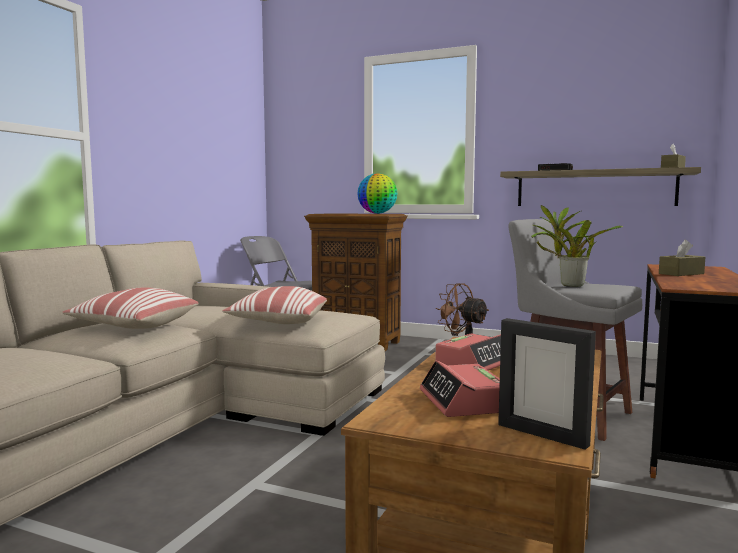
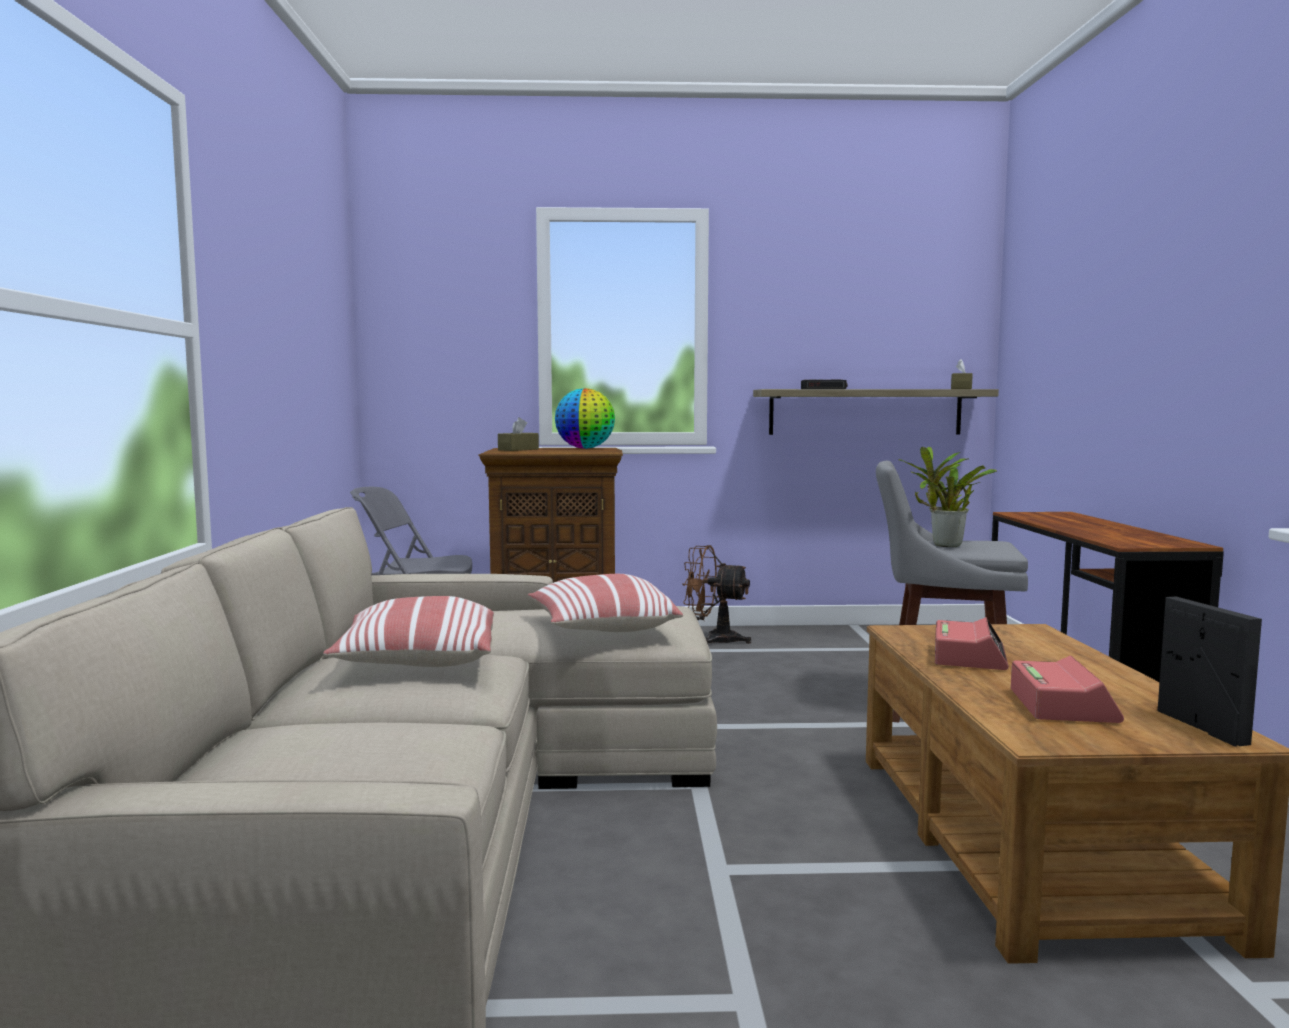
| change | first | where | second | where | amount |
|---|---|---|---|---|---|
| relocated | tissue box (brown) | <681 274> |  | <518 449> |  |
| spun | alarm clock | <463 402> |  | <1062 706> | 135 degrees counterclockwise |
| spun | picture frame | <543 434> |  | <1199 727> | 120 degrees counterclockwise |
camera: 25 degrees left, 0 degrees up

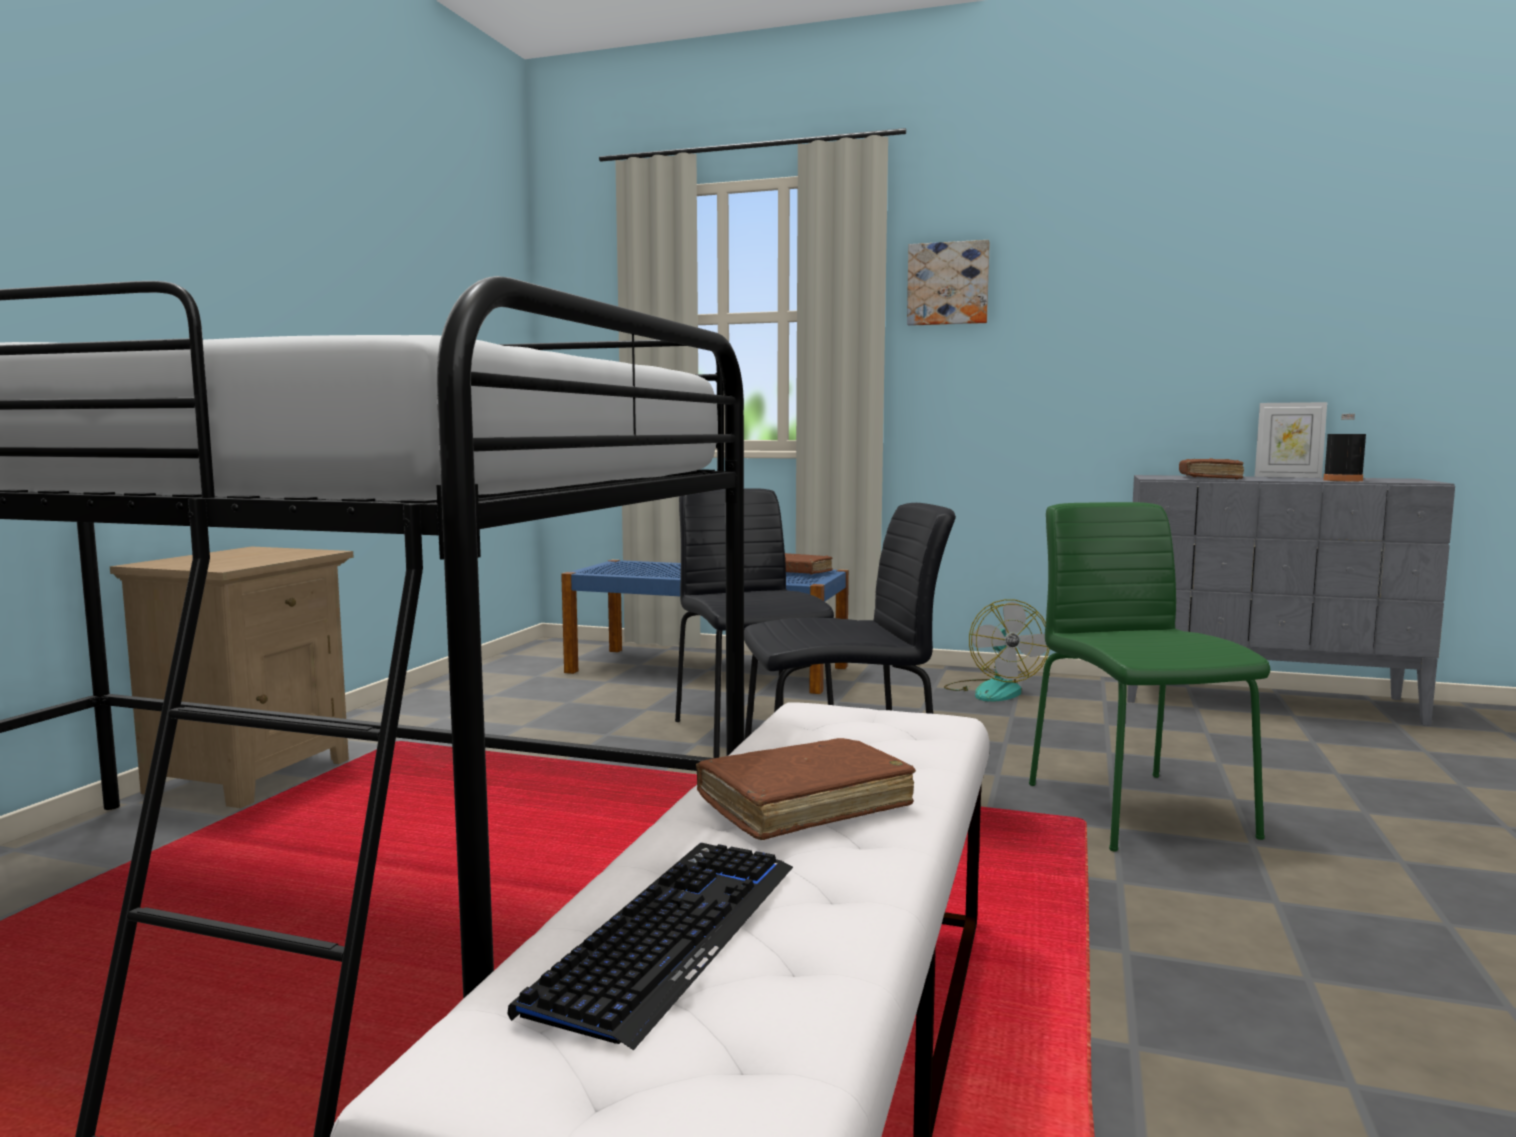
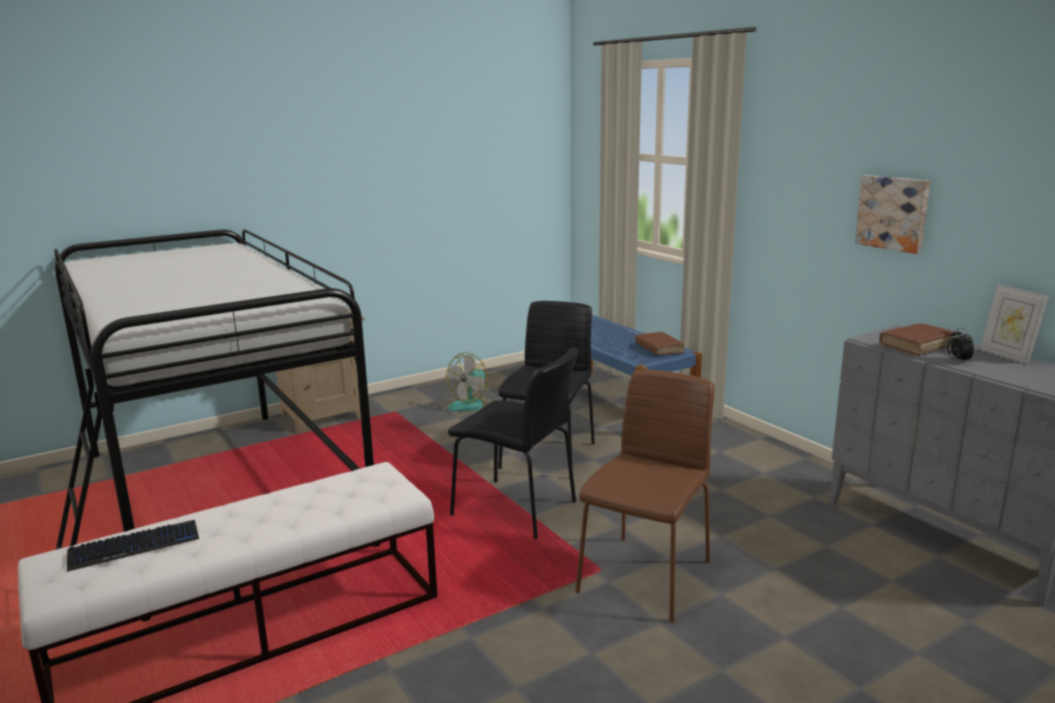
| change | first | where | second | where | amount |
|---|---|---|---|---|---|
| relocated | fan | <993 690> |  | <471 404> |  |
| colour | chair (green) | <1132 807> | chair (brown) | <647 574> |  |
| relocated | picture | <948 284> |  | <893 213> |  |
| appeared |  |  | alarm clock | <957 360> |  |
| missing | book (brown) | <804 805> |  |  |  |
| missing | bottle (black) | <1342 480> |  |  |  |
camera: 40 degrees right, 10 degrees up

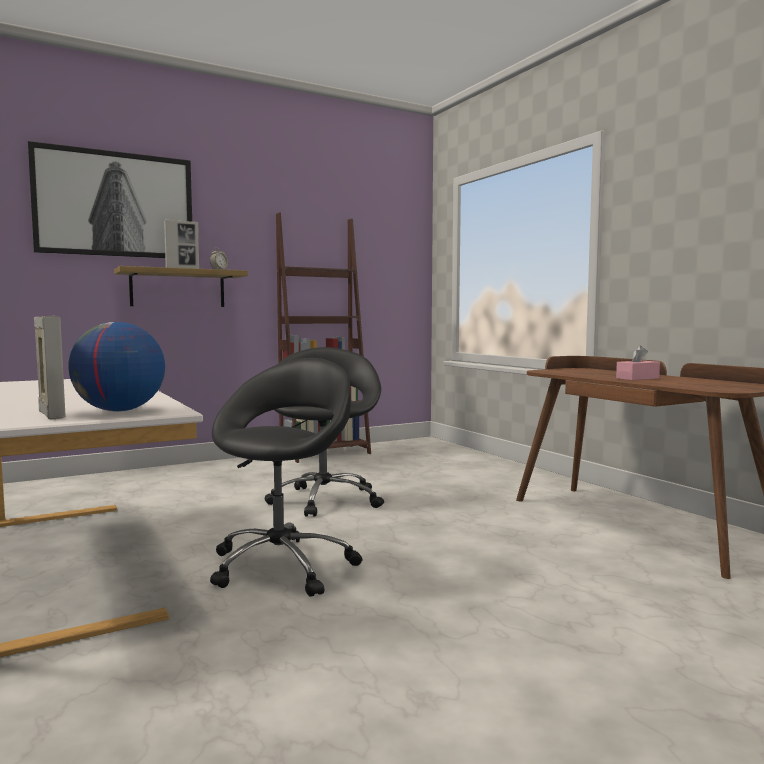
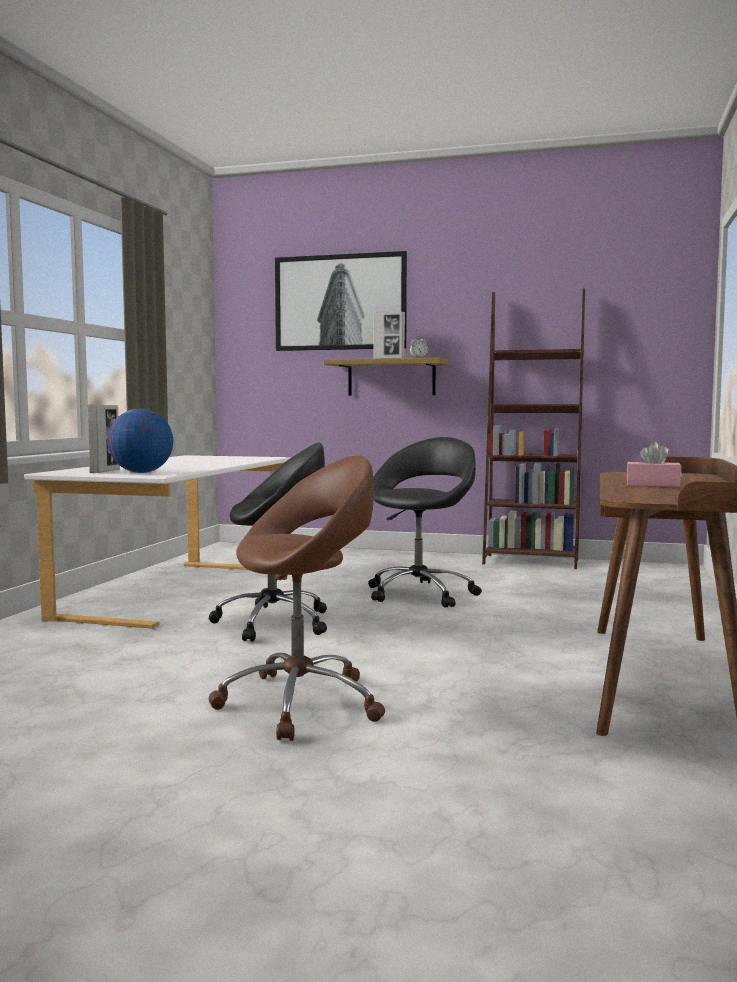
| change | first | where | second | where | amount |
|---|---|---|---|---|---|
| appeared |  |  | office chair (brown) | <303 702> |  |
camera: 45 degrees right, 0 degrees up

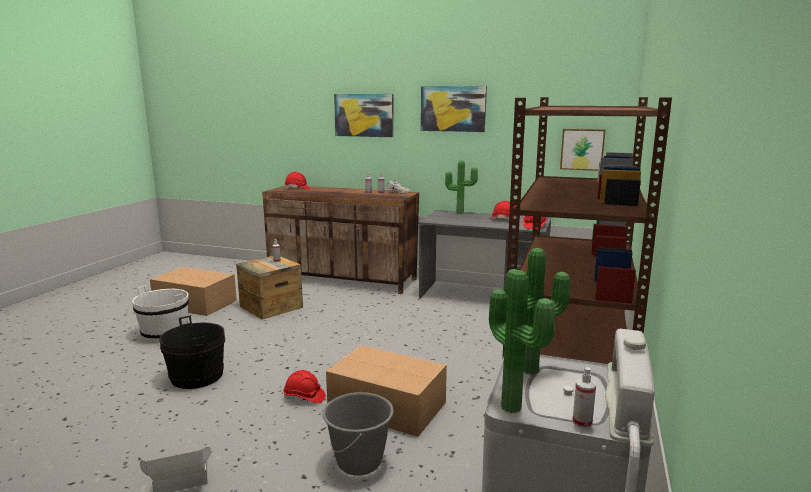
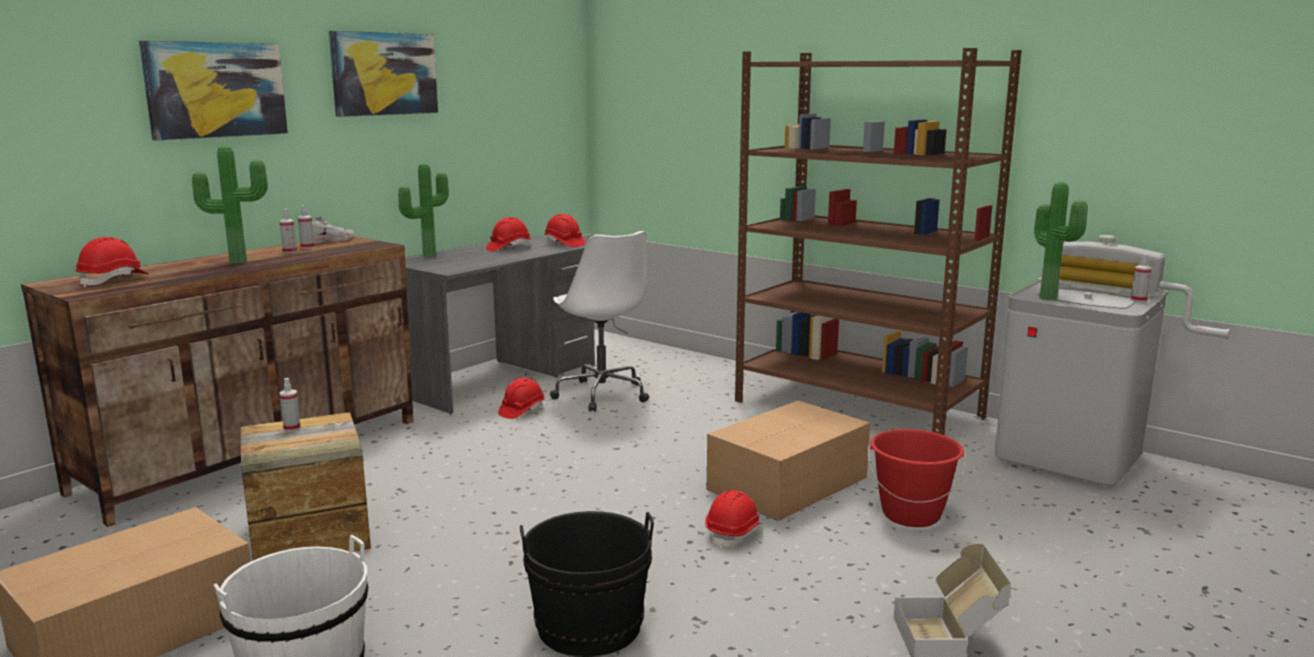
| change | first | where | second | where | amount |
|---|---|---|---|---|---|
| relocated | potted plant | <514 406> |  | <239 261> |  |
| appeared |  |  | hard hat (red) | <521 411> |  |
| appeared |  |  | office chair (white) | <603 396> |  |
| colour | bucket (grey) | <359 462> | bucket (red) | <911 515> |  |
| missing | picture | <582 149> |  |  |  |
camera: 70 degrees left, 0 degrees up

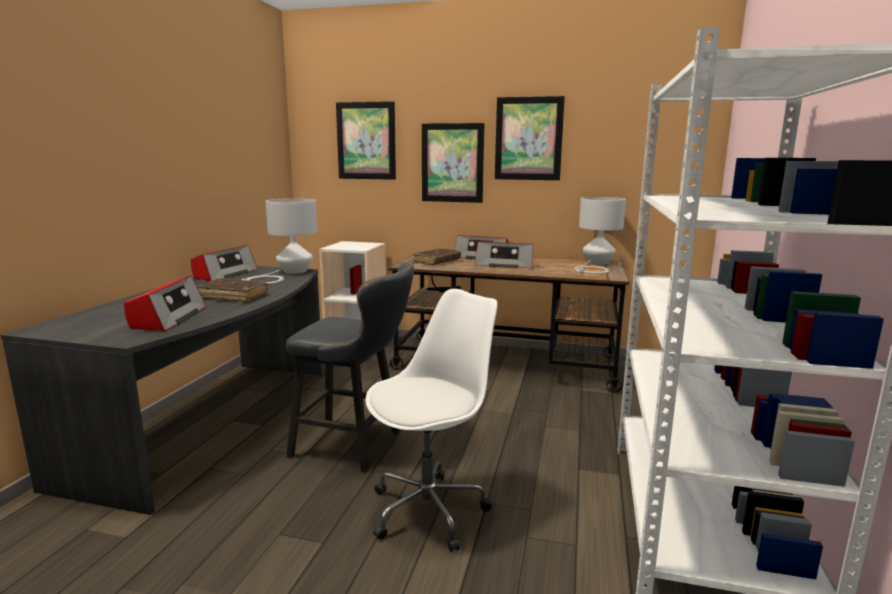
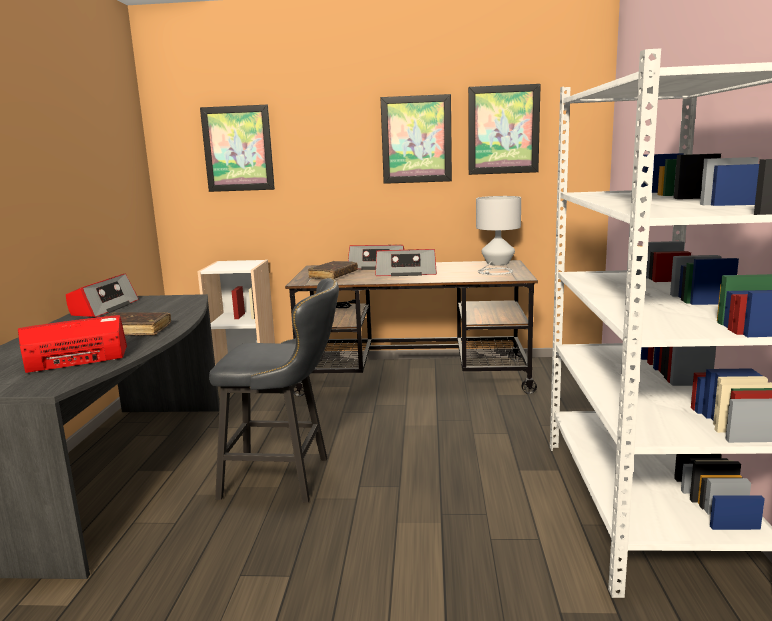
| change | first | where | second | where | amount |
|---|---|---|---|---|---|
| spun | radio | <168 318> |  | <76 361> | 105 degrees counterclockwise |
| relocated | picture | <452 163> |  | <503 130> |  |
| missing | table lamp (white) | <283 274> |  |  |  |
| missing | office chair (white) | <430 510> |  |  |  |
camera: 10 degrees left, 0 degrees up

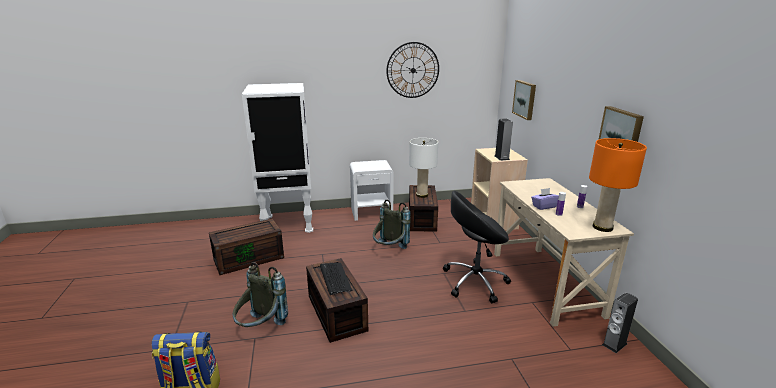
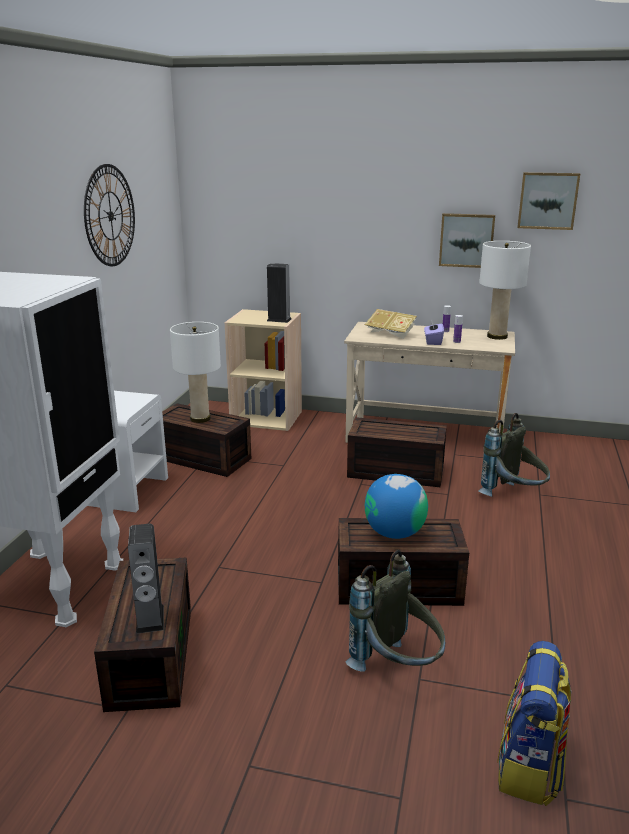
| change | first | where | second | where | amount |
|---|---|---|---|---|---|
| relocated | speaker | <614 344> |  | <150 619> |  |
| exchanged | office chair (black) | <473 282> | storage box (brown) | <394 472> |  |
| appeared |  |  | book | <390 333> |  |
| exchanged | keyboard | <335 278> | globe | <394 533> |  |
| colour | table lamp (orange) | <602 227> | table lamp (white) | <497 336> |  |
| relocated | backpack (grey) | <390 251> |  | <514 496> |  |
| relocated | picture | <525 99> |  | <547 200> |  |
camera: 65 degrees left, 0 degrees up

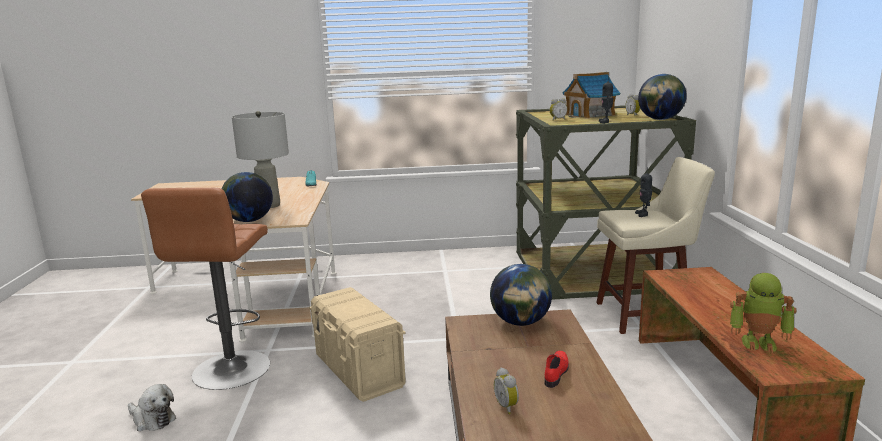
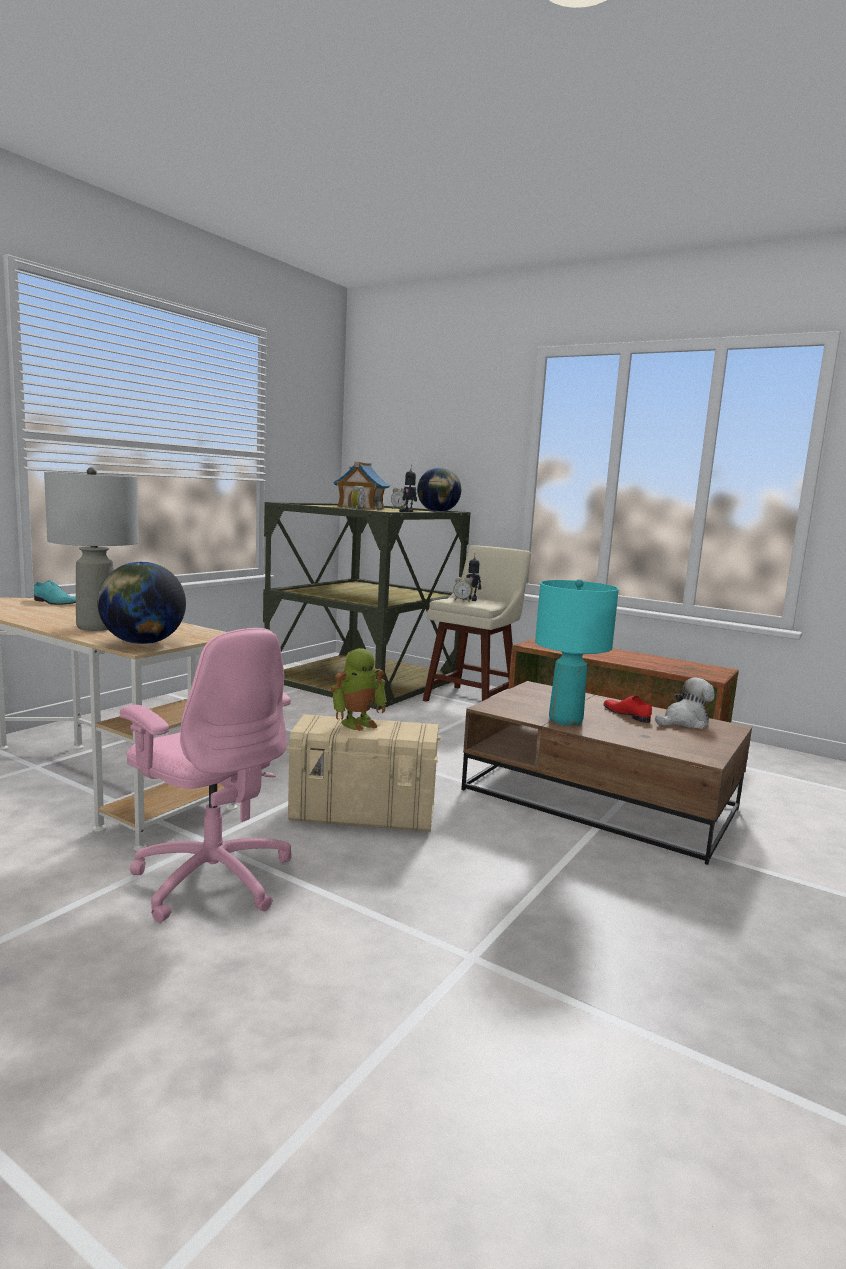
| change | first | where | second | where | amount |
|---|---|---|---|---|---|
| exchanged | stool (brown) | <230 370> | office chair (pink) | <212 878> |  |
| relocated | toy robot | <759 342> |  | <358 723> |  |
| relocated | alarm clock | <507 406> |  | <462 601> |  |
| appeared |  |  | table lamp (turquoise) | <566 721> |  |
| relocated | plush toy | <152 419> |  | <684 722> |  |
| missing | globe | <521 322> |  |  |  |
camera: 55 degrees left, 5 degrees down

